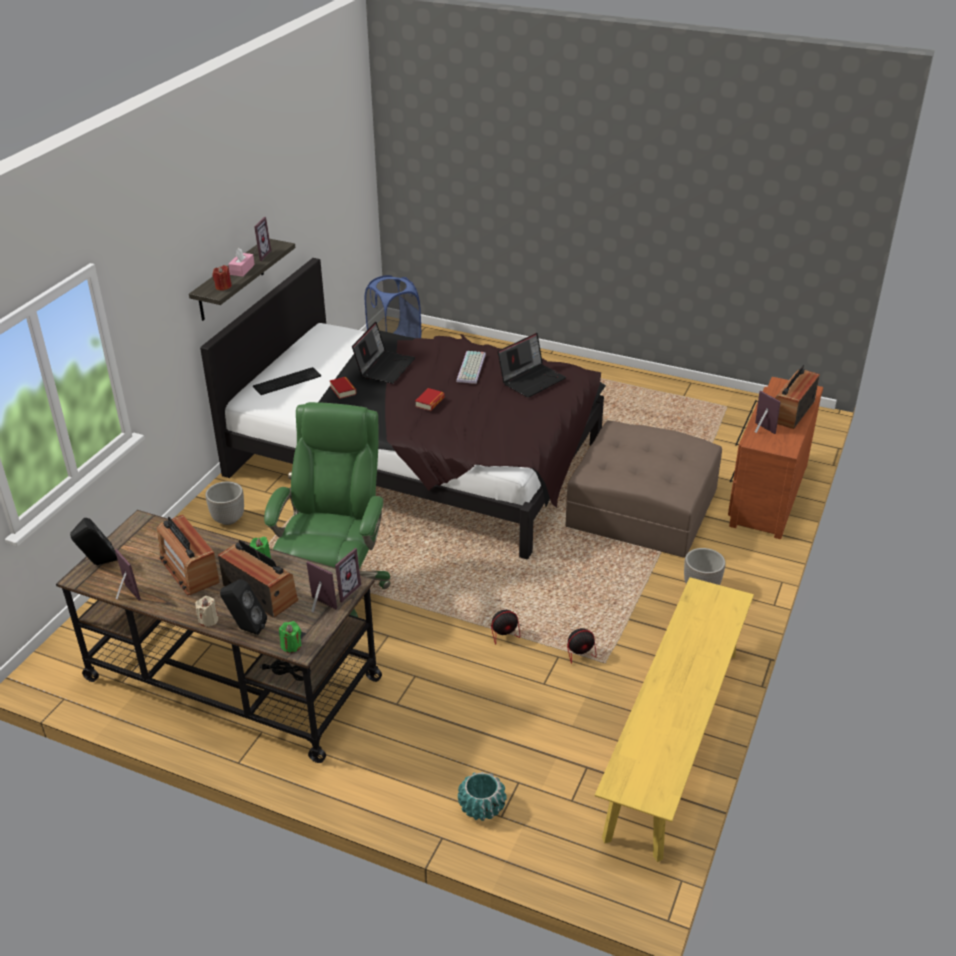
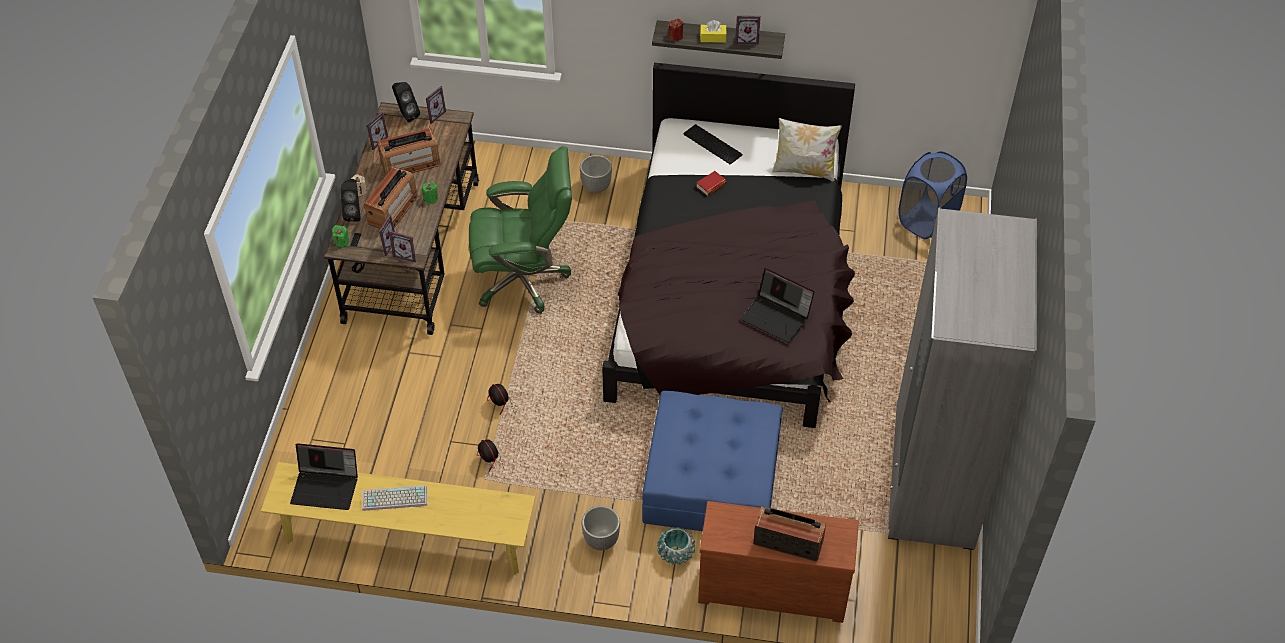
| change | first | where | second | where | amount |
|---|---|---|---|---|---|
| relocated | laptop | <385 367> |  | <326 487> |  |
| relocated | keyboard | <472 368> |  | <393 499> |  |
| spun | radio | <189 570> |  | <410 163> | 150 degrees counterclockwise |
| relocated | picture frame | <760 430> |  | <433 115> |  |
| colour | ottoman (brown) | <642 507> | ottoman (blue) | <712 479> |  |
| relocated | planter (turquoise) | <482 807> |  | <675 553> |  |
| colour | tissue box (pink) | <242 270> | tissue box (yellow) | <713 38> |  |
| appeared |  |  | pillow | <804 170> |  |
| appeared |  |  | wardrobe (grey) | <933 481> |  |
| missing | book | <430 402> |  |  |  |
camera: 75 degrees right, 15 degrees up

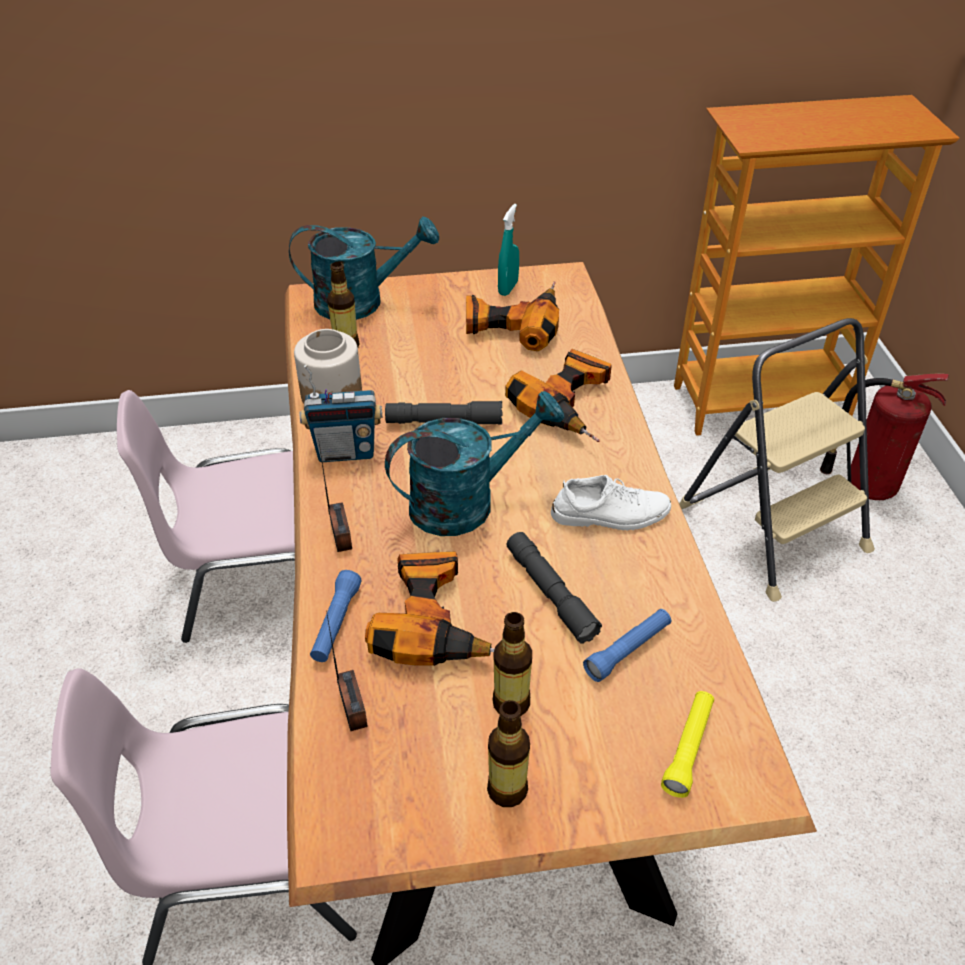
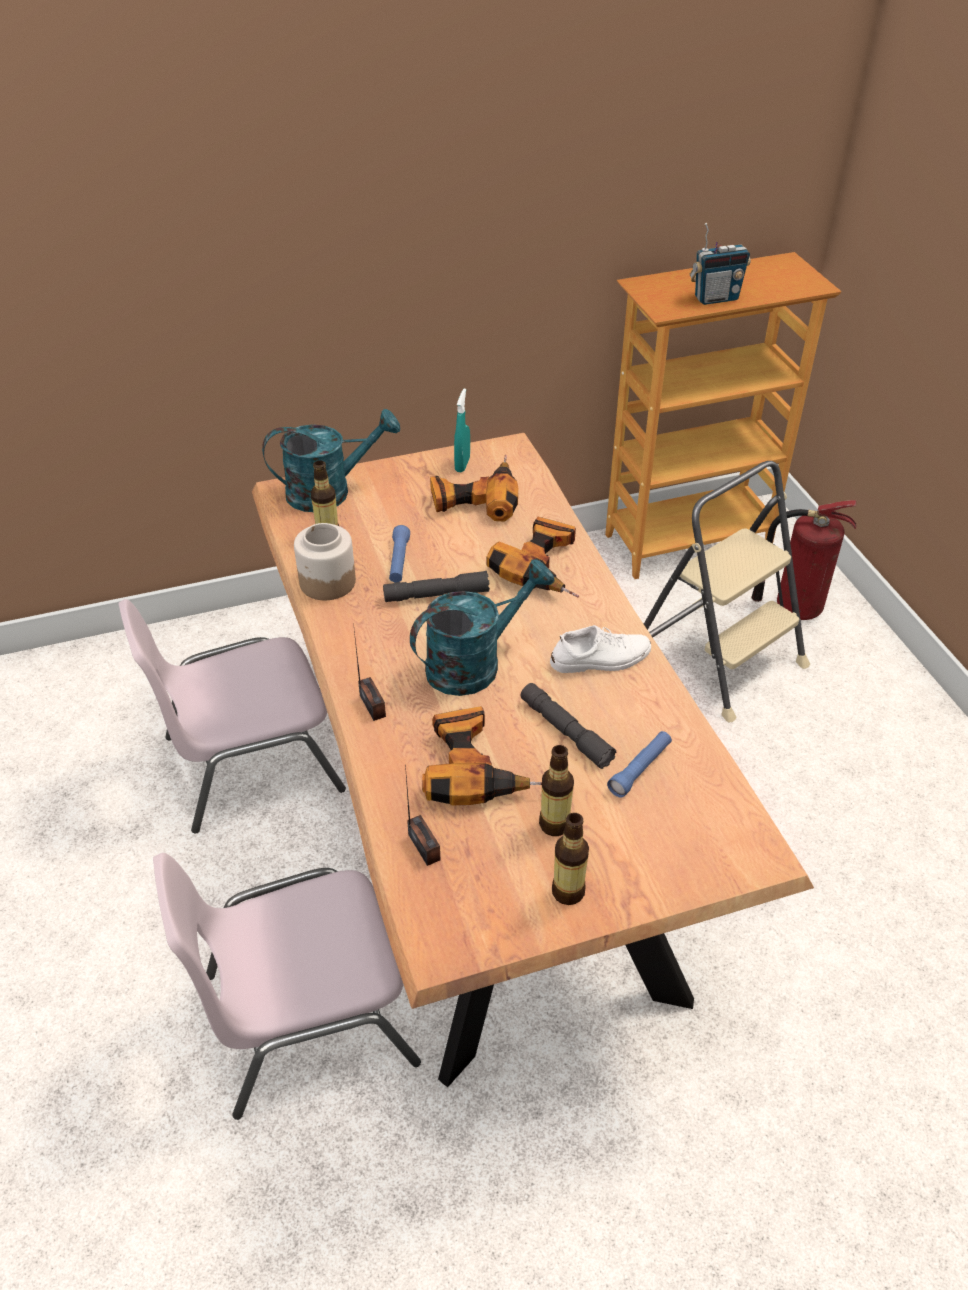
| change | first | where | second | where | amount |
|---|---|---|---|---|---|
| relocated | flashlight (blue) | <336 623> |  | <399 561> |  |
| relocated | radio | <346 452> |  | <715 298> |  |
| missing | flashlight (yellow) | <688 748> |  |  |  |
camera: 10 degrees left, 0 degrees up

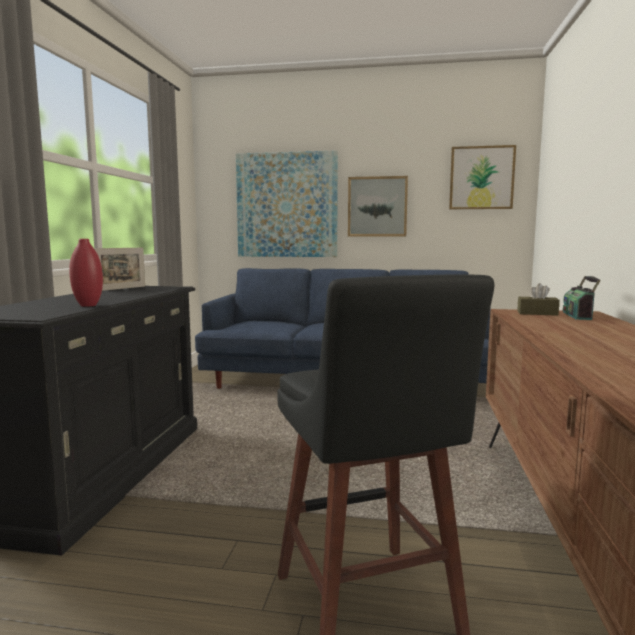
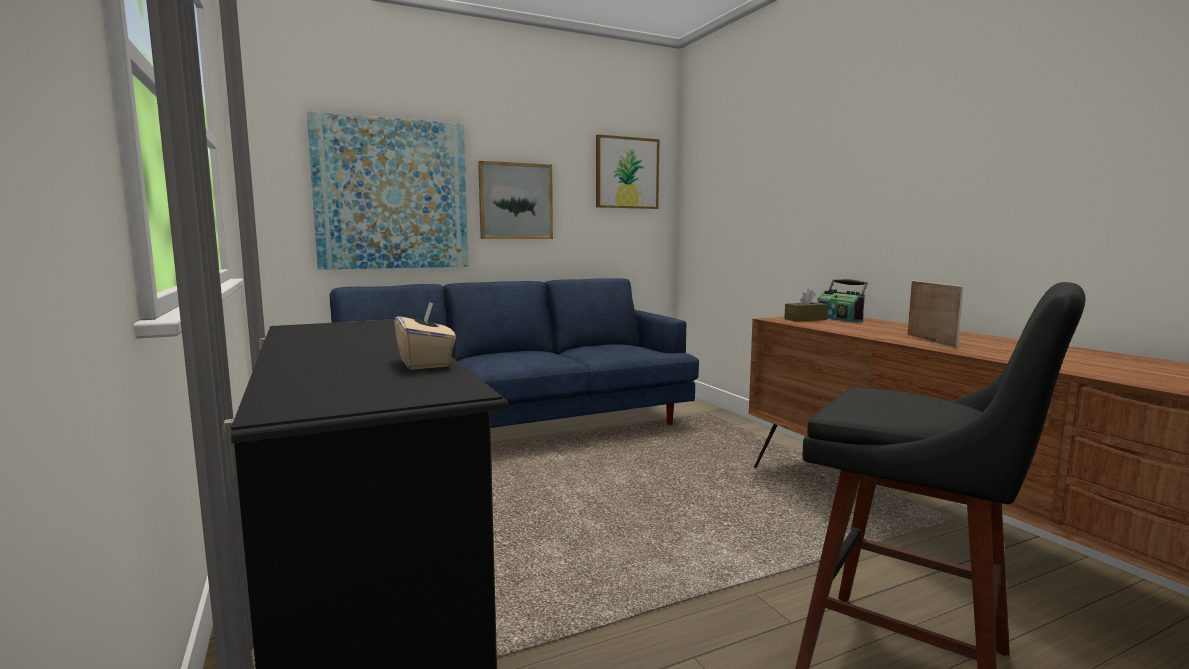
| change | first | where | second | where | amount |
|---|---|---|---|---|---|
| exchanged | vase (red) | <88 305> | tissue box (beige) | <425 363> |  |
| relocated | picture frame | <122 288> |  | <930 341> |  |
camera: 35 degrees left, 0 degrees up

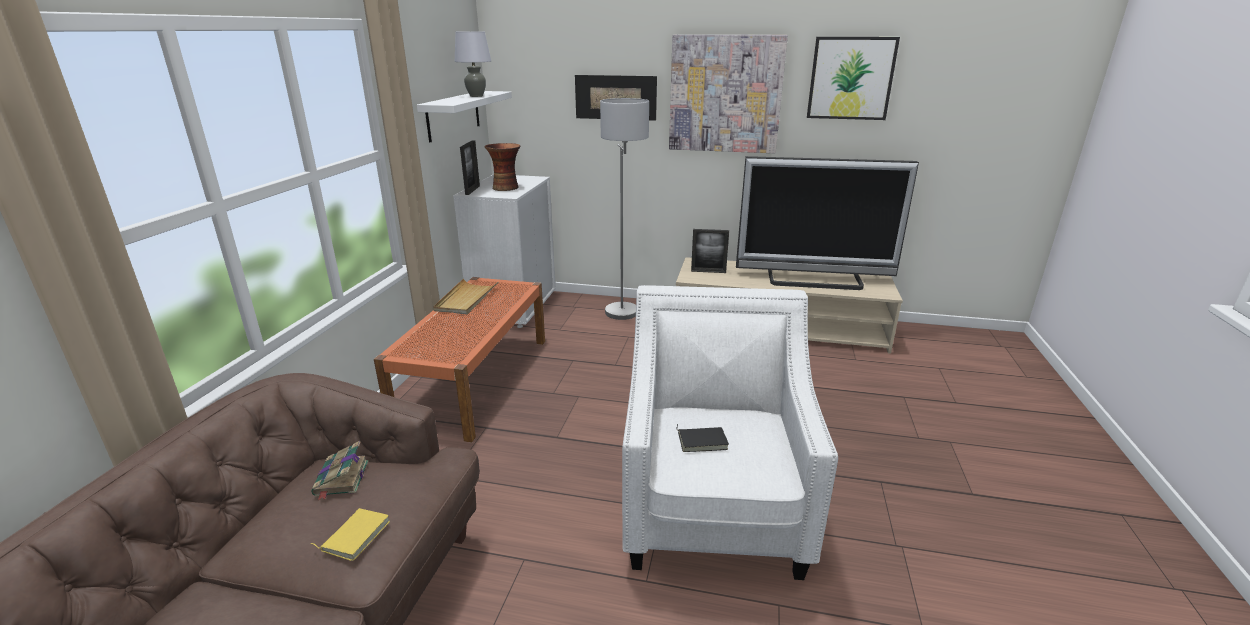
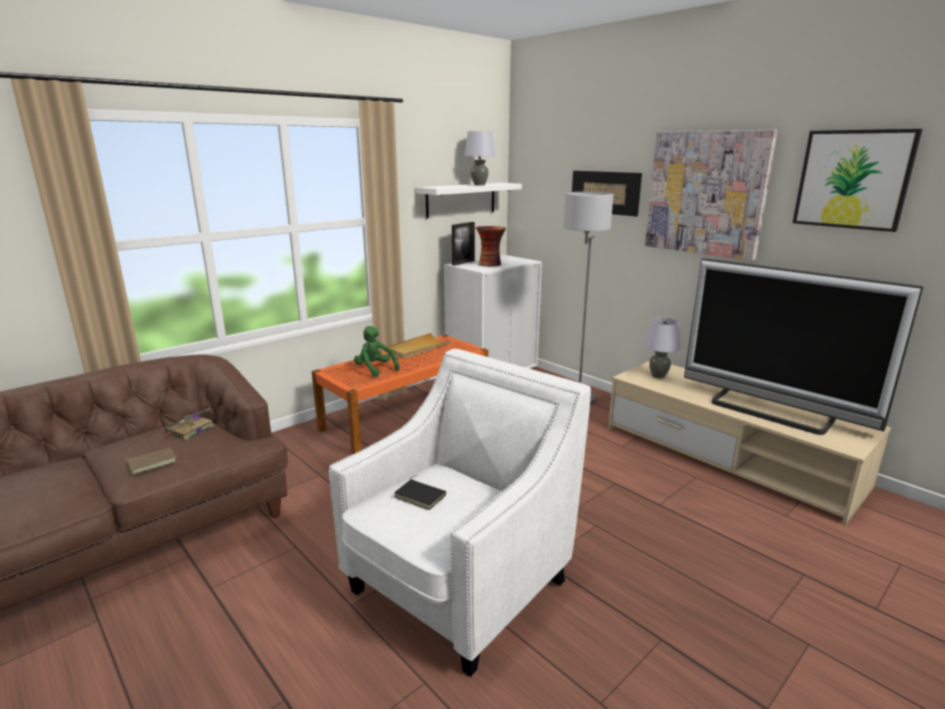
| change | first | where | second | where | amount |
|---|---|---|---|---|---|
| colour | book (yellow) | <355 535> | book (brown) | <152 462> |  |
| appeared |  |  | plush toy (green) | <375 369> |  |
| exchanged | picture frame | <708 271> | table lamp (grey) | <658 376> |  |
camera: 35 degrees right, 5 degrees down

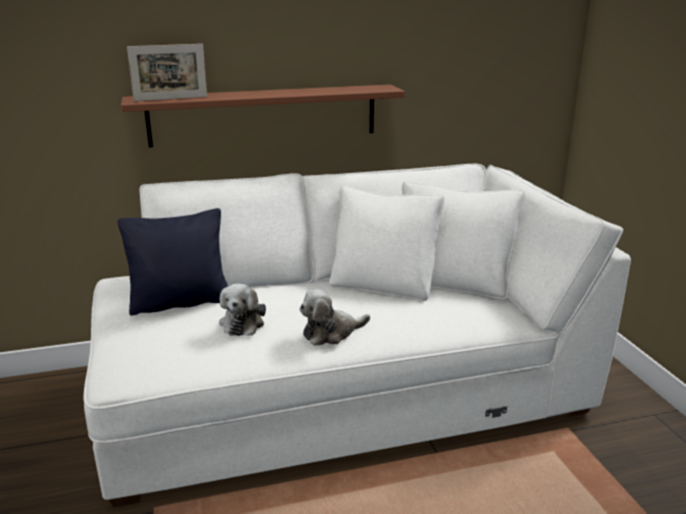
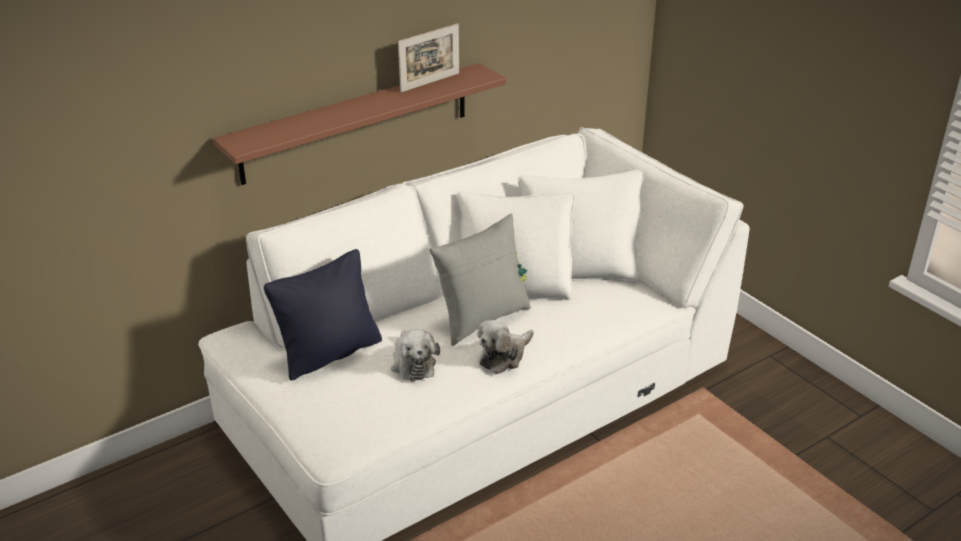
| change | first | where | second | where | amount |
|---|---|---|---|---|---|
| relocated | picture frame | <171 98> |  | <430 82> |  |
| appeared |  |  | pillow (grey) | <482 320> |  |
camera: 20 degrees left, 10 degrees up

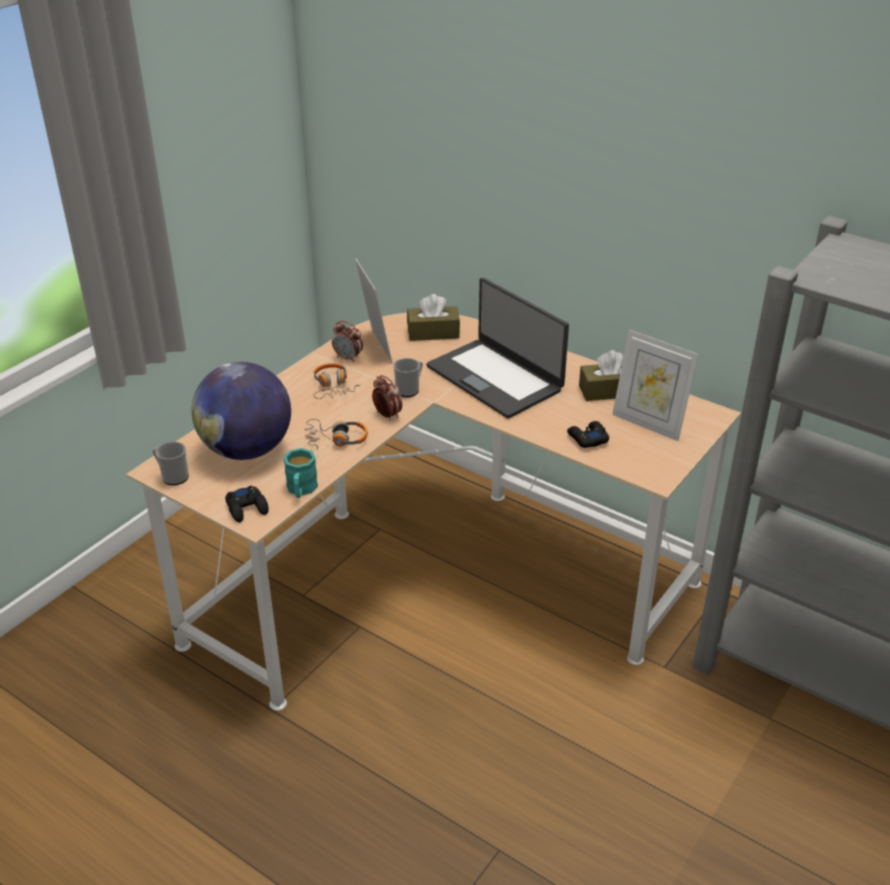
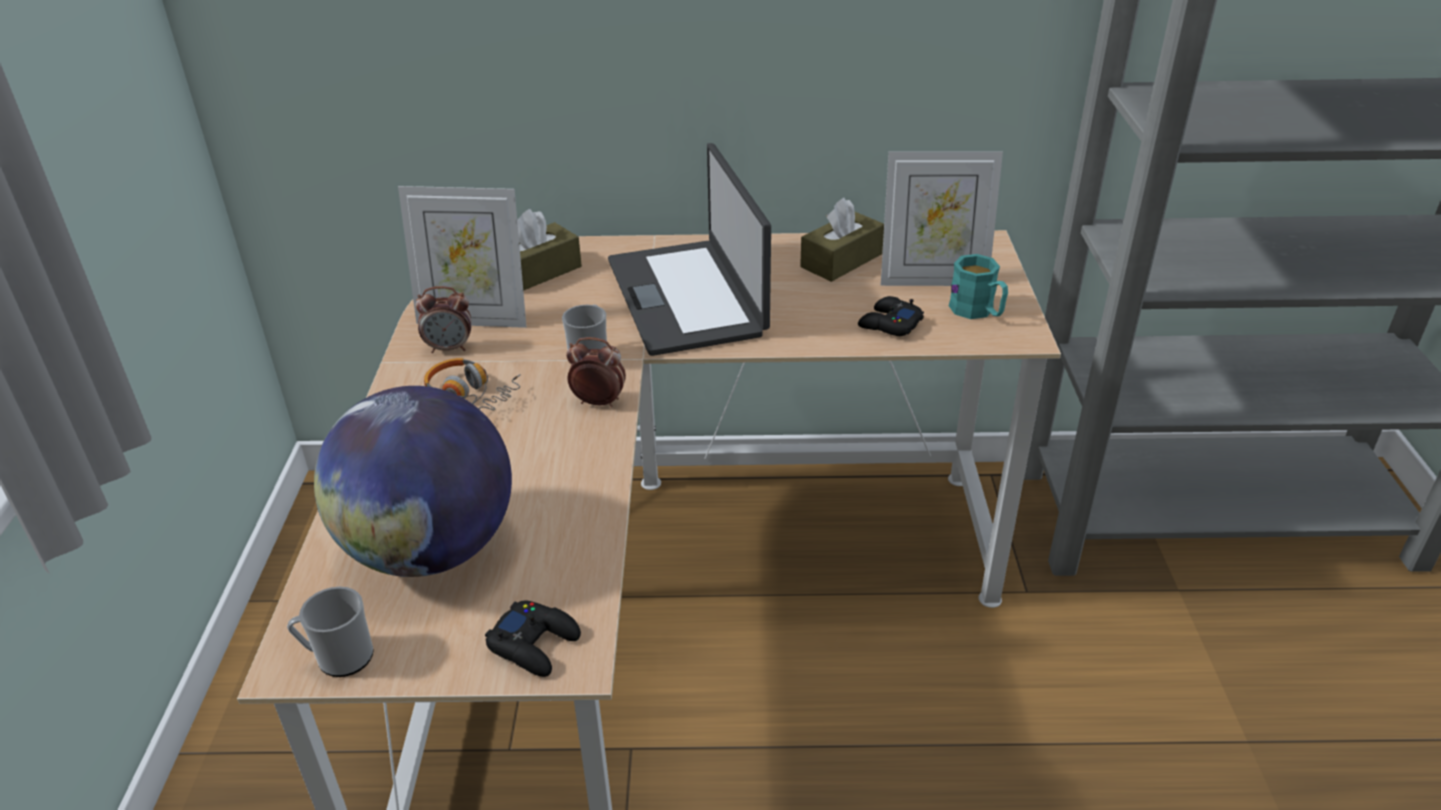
| change | first | where | second | where | amount |
|---|---|---|---|---|---|
| spun | picture frame | <375 347> |  | <474 319> | 150 degrees clockwise |
| spun | laptop | <495 378> |  | <688 297> | 60 degrees clockwise |
| relocated | mug (turquoise) | <301 490> |  | <978 312> |  |
| missing | headphones | <336 439> |  |  |  |
camera: 35 degrees left, 0 degrees up

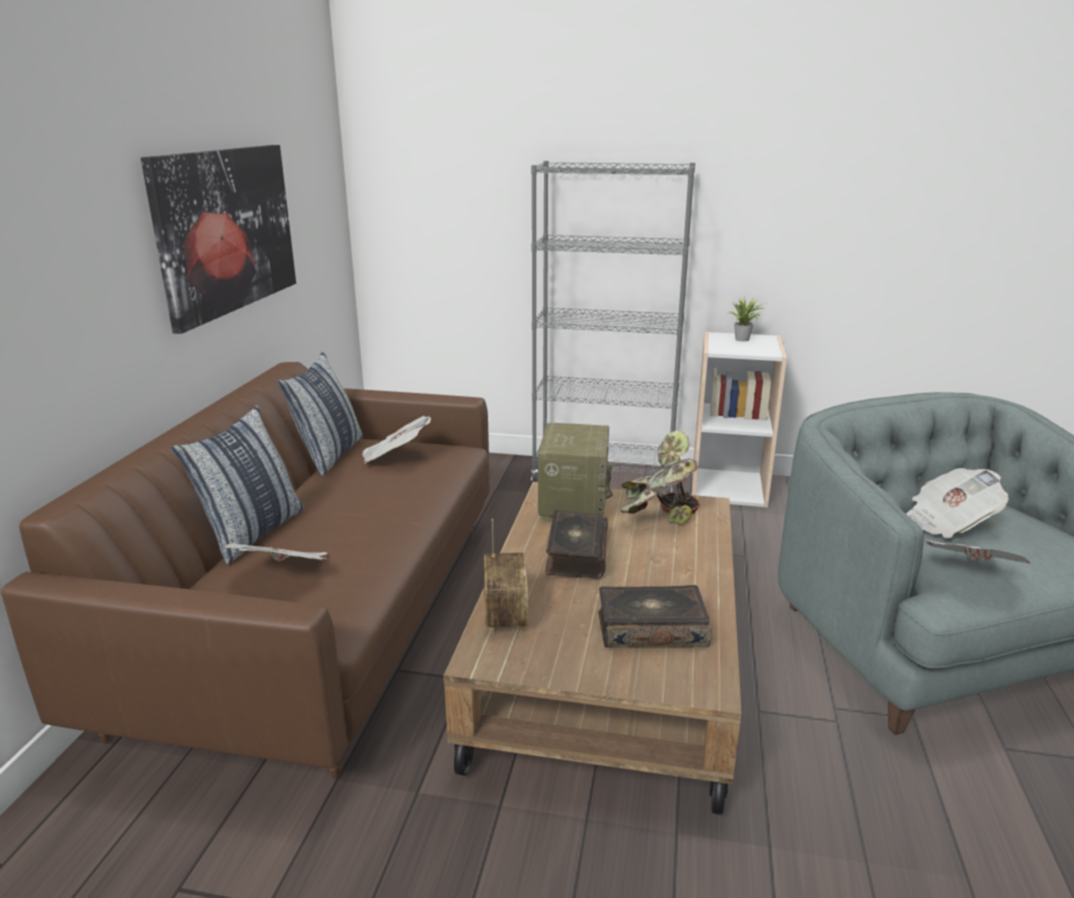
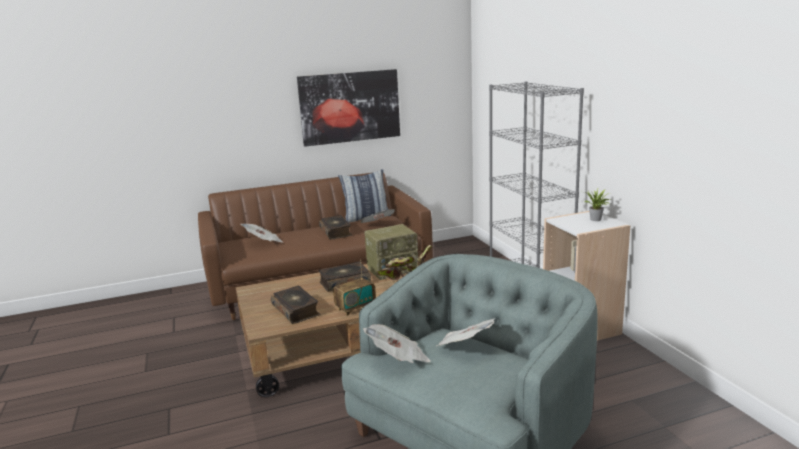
| change | first | where | second | where | amount |
|---|---|---|---|---|---|
| appeared |  |  | book | <336 232> |  |
| relocated | radio | <505 614> |  | <355 308> |  |
| missing | pillow | <253 533> |  |  |  |
camera: 60 degrees right, 5 degrees down

